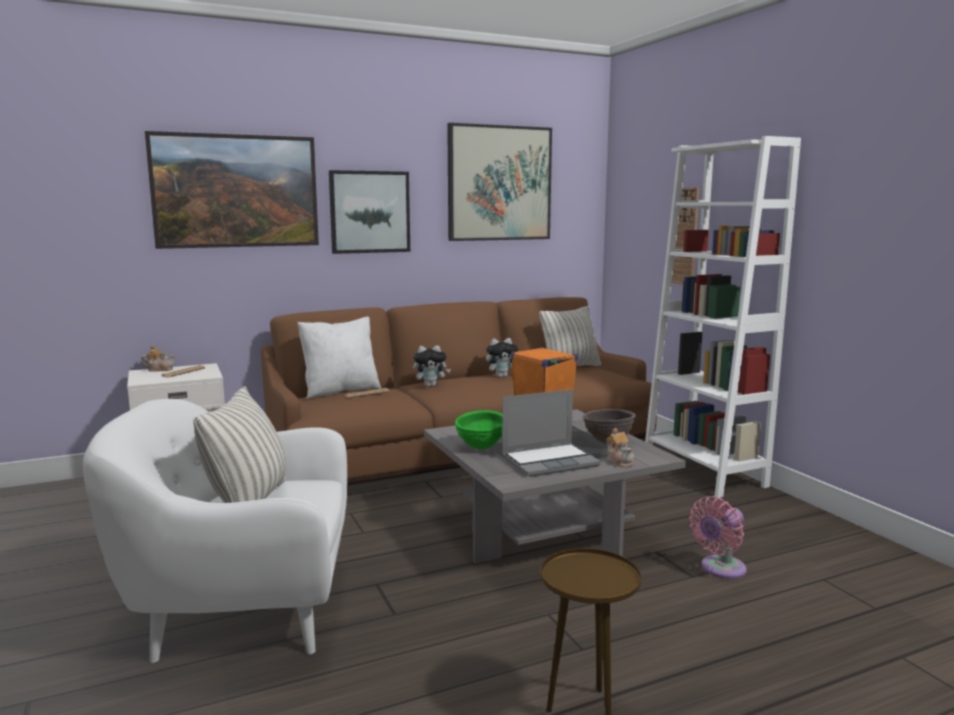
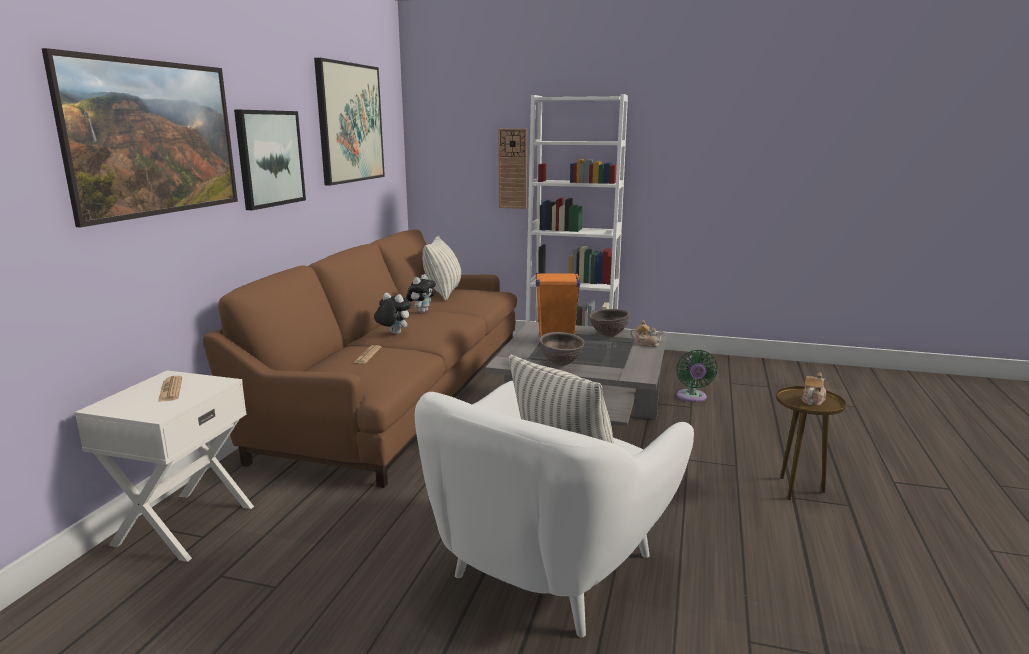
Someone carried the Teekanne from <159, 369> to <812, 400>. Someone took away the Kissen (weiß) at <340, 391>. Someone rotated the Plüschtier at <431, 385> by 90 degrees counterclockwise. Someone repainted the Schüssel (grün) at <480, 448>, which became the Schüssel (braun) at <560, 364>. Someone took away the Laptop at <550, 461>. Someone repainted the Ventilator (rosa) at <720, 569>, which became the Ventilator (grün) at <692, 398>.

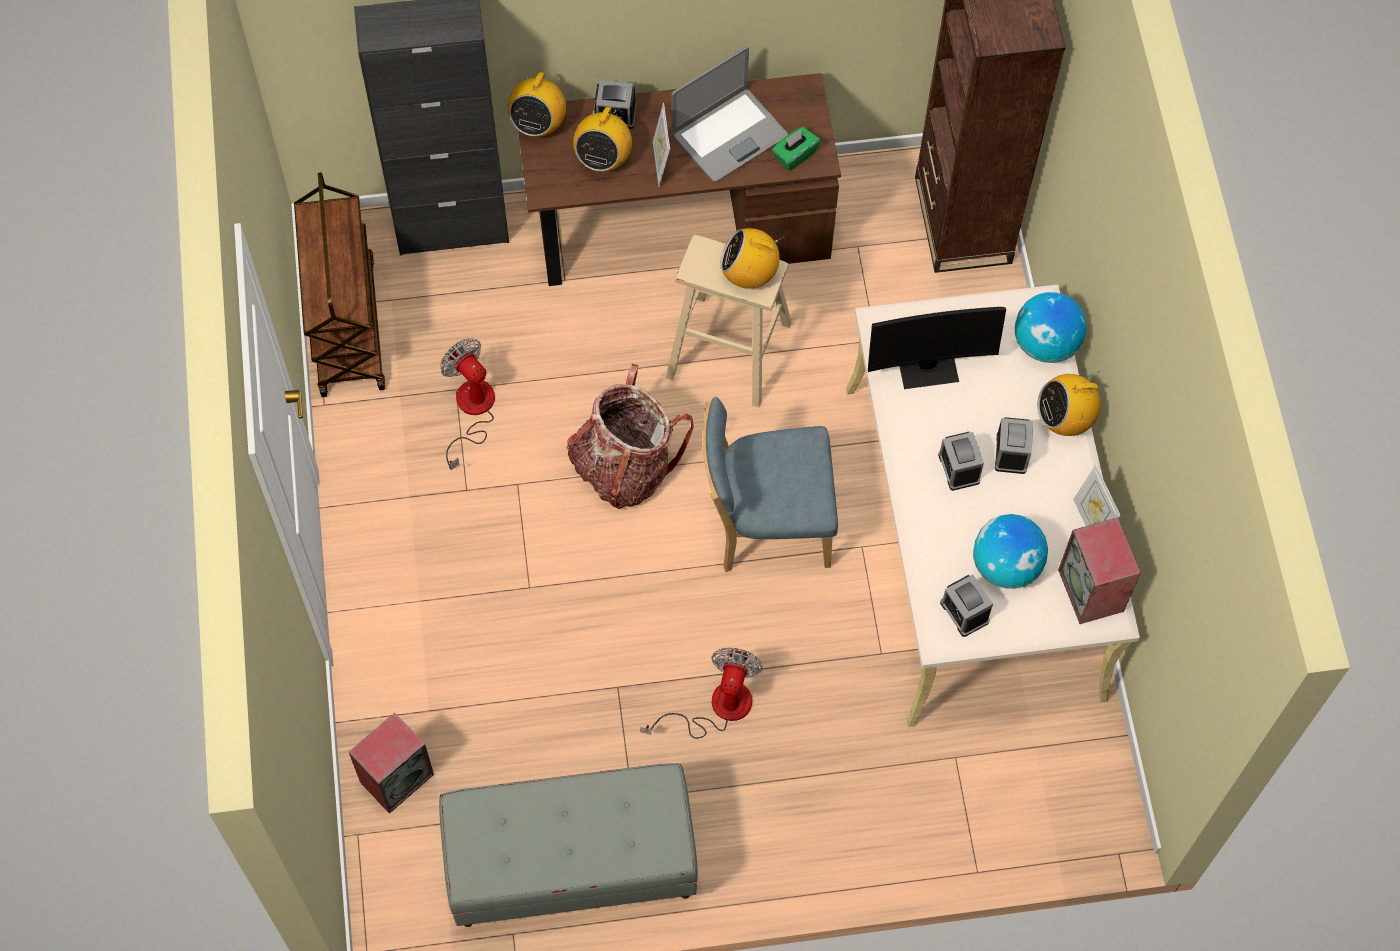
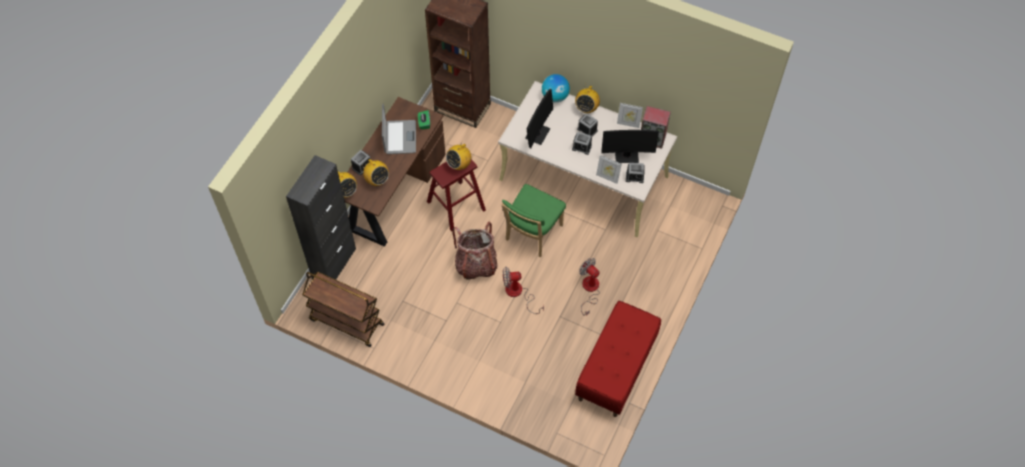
Someone took away the Lautsprecher at <397, 777>. Someone repainted the Bank (grau) at <571, 865>, which became the Bank (rot) at <616, 369>. Someone carried the Ventilator from <471, 411> to <518, 293>. Someone carried the Bilderrahmen from <661, 163> to <607, 177>. Someone repainted the Hocker (beige) at <728, 350>, which became the Hocker (rot) at <456, 206>. Someone repainted the Stuhl (blau) at <766, 524>, which became the Stuhl (grün) at <532, 234>. Someone swapped the Globus at <1006, 565> for the Monitor at <626, 155>.

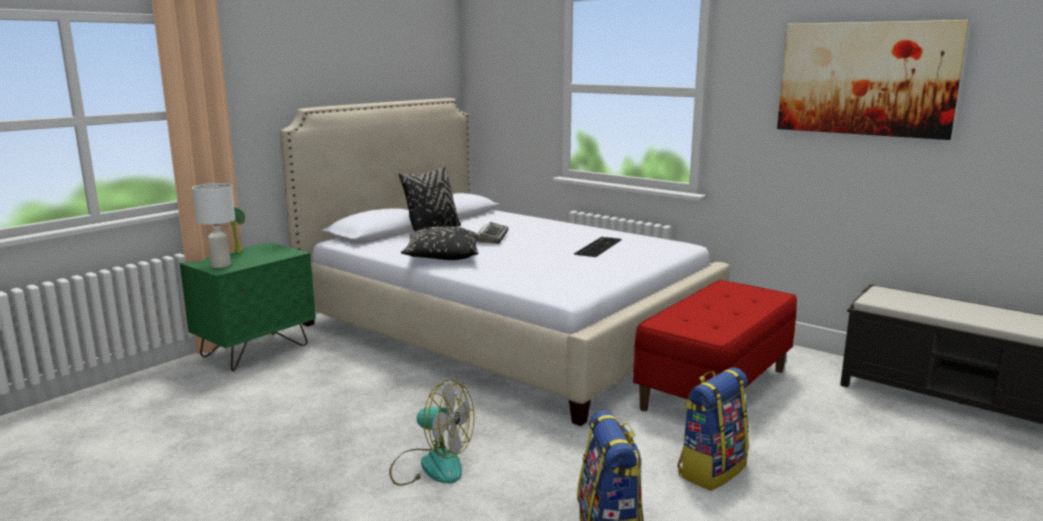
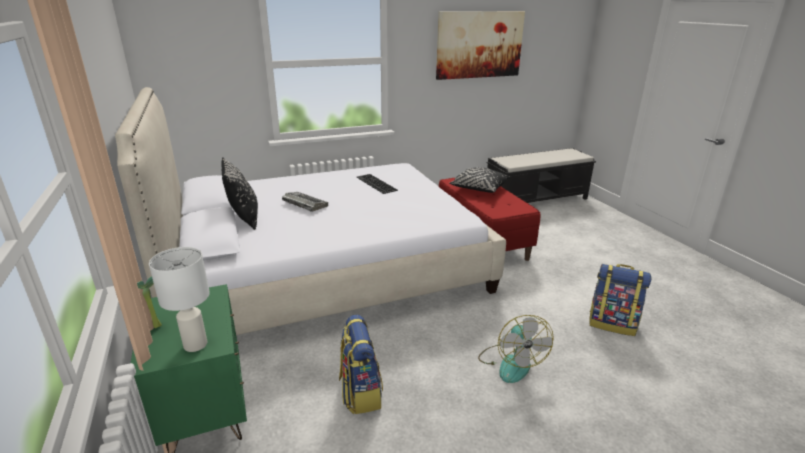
Someone rotated the Ventilator at <431, 465> by 120 degrees clockwise. Someone carried the Kissen (schwarz) from <442, 257> to <479, 189>. Someone carried the Rucksack from <711, 470> to <360, 392>.

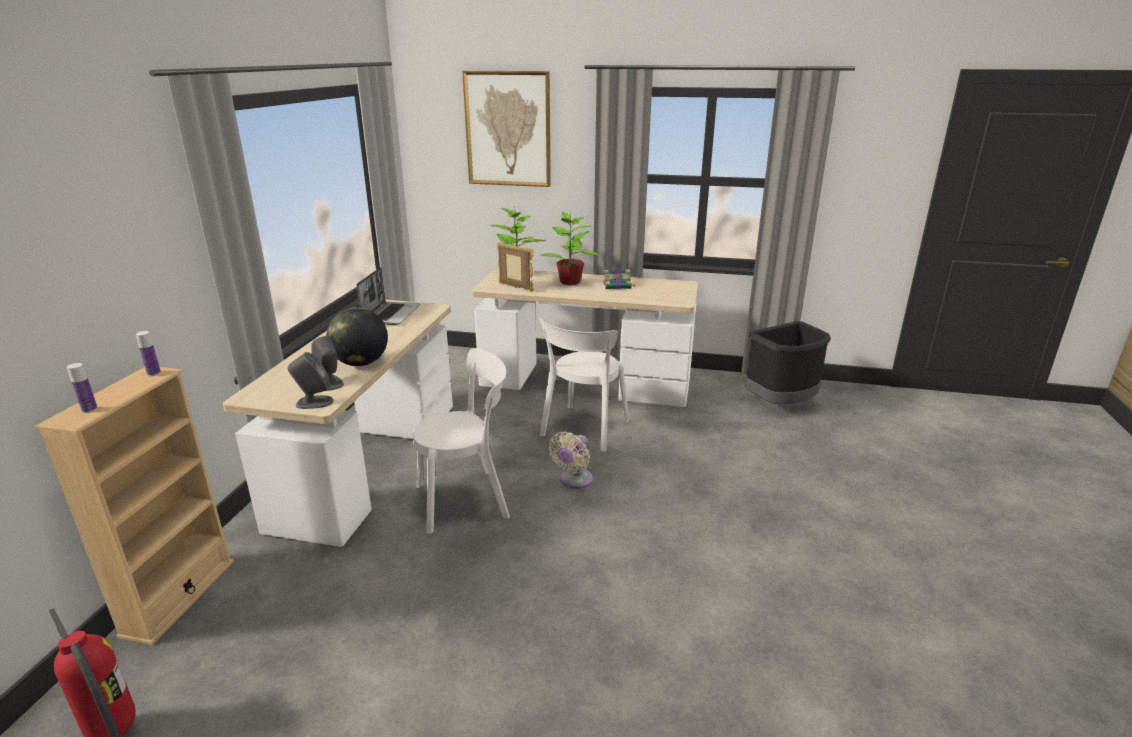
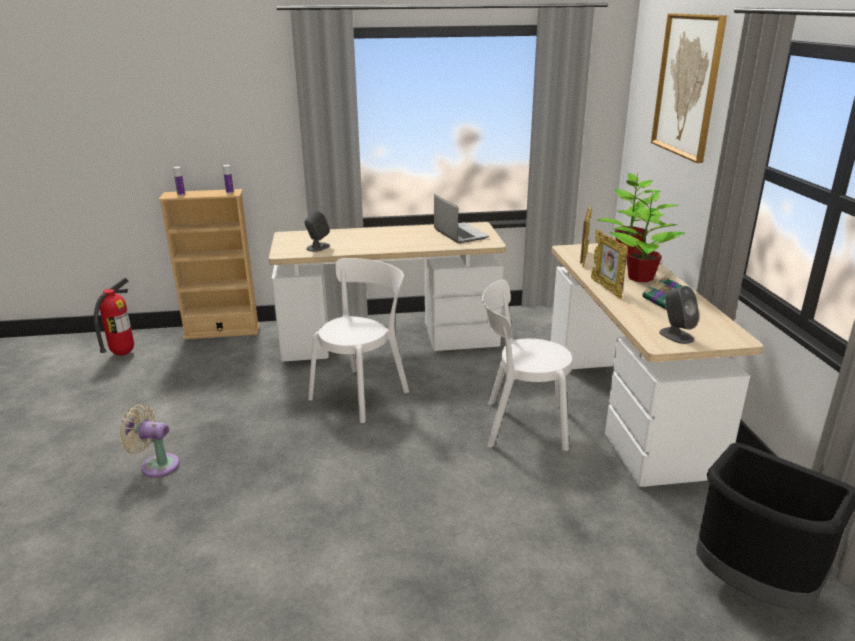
Someone carried the Lautsprecher (grau) from <314, 402> to <675, 335>. Someone took away the Globus at <361, 363>. Someone rotated the Laptop at <391, 314> by 105 degrees counterclockwise. Someone rotated the Stuhl (weiß) at <467, 499> by 105 degrees counterclockwise. Someone carried the Ventilator (beige) from <574, 481> to <156, 465>. Someone put down the Bilderrahmen at <606, 289>.

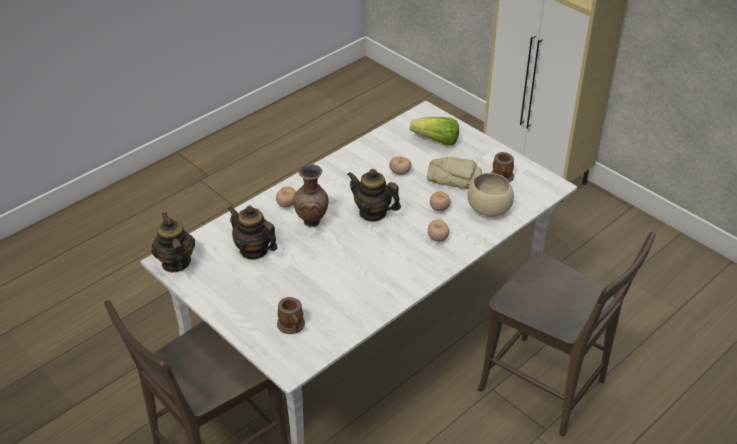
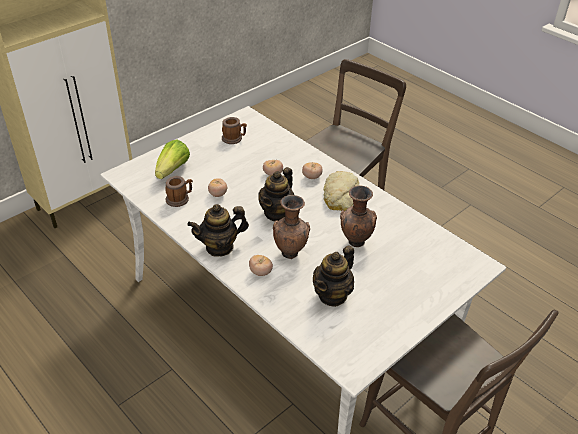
Someone carried the Teekanne from <176, 263> to <220, 247>. Someone carried the Henkelbecher from <292, 326> to <180, 199>. Someone carried the Brot from <454, 178> to <340, 196>. Someone took away the Schüssel (beige) at <489, 209>. Someone put down the Vase (braun) at <355, 243>.

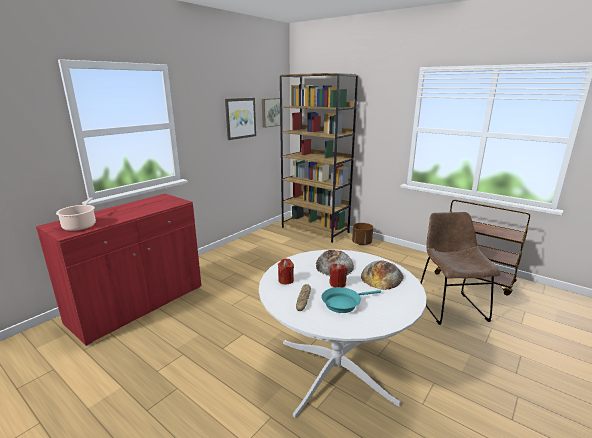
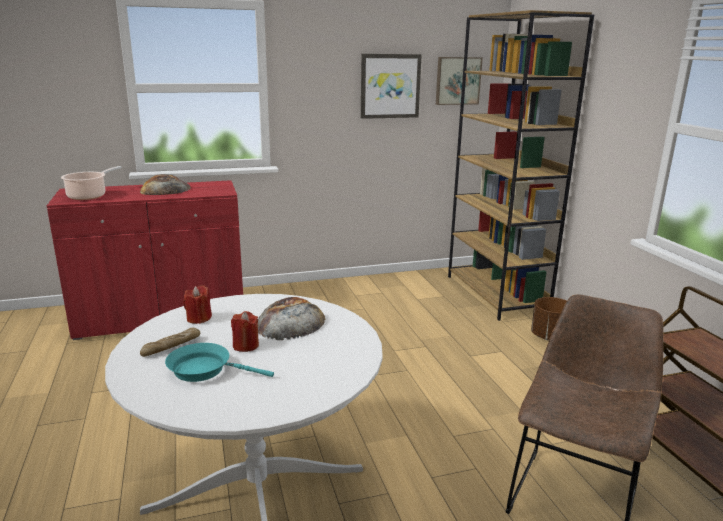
Someone carried the Brot from <382, 276> to <165, 189>.

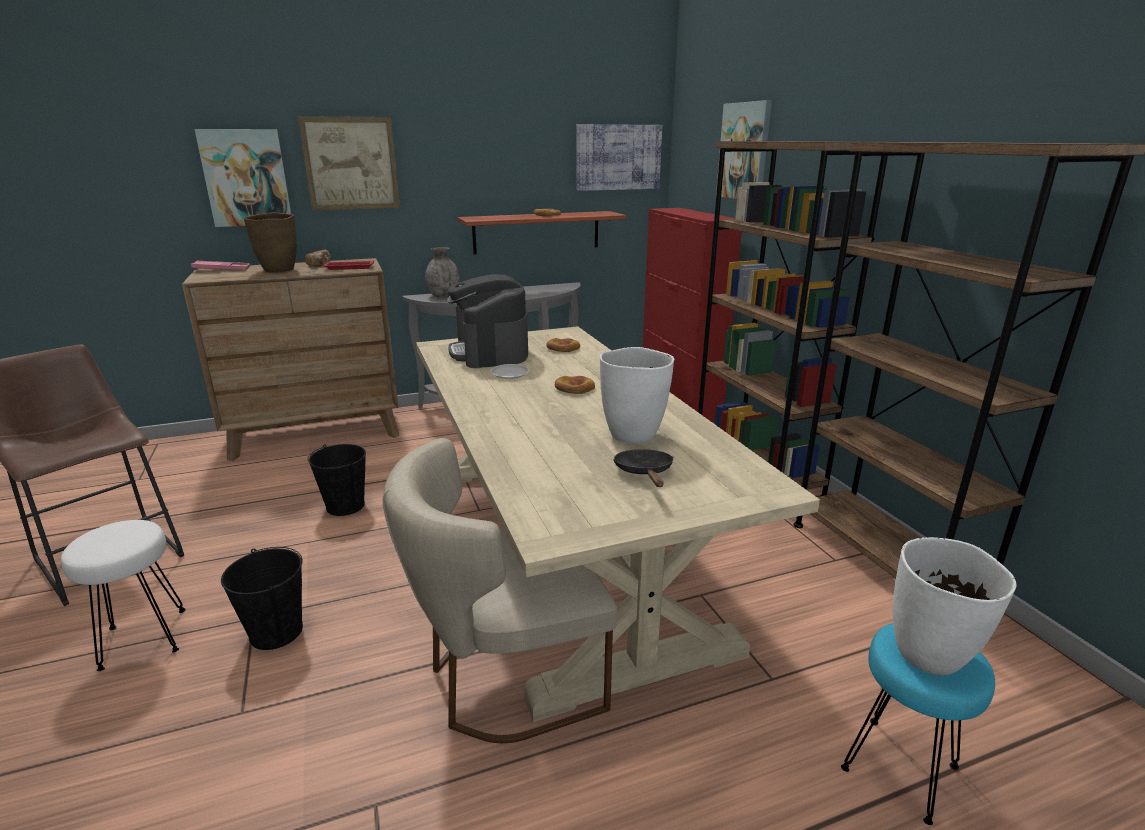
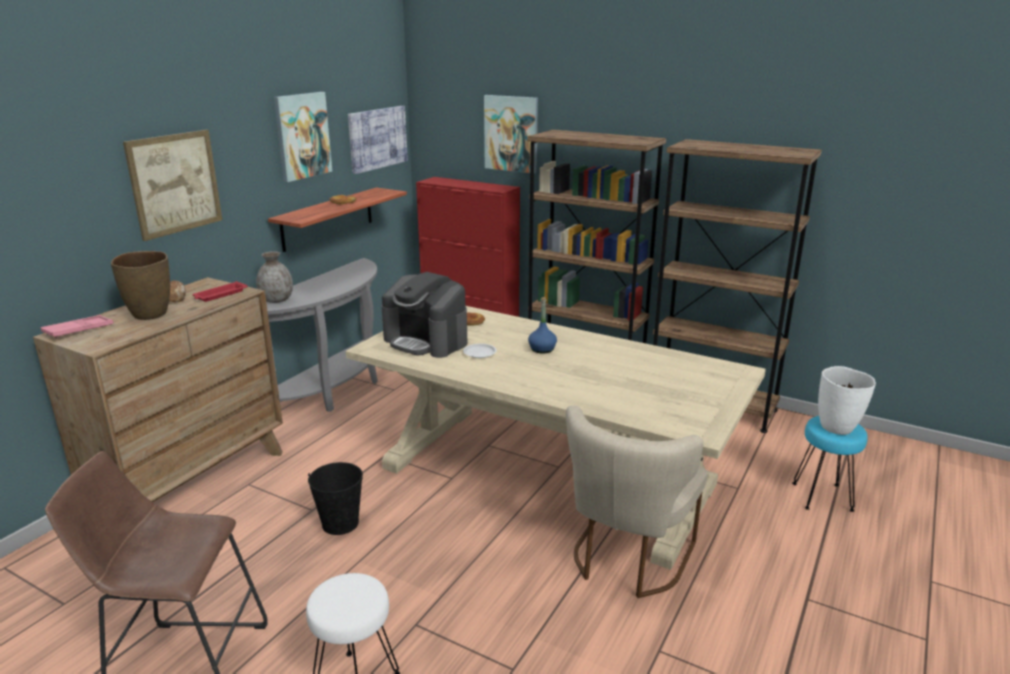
Someone carried the Bild from <246, 178> to <302, 136>. Someone took away the Eimer (schwarz) at <276, 632>. Someone swapped the Brot at <574, 388> for the Flasche (blau) at <542, 349>. Someone took away the Vase (weiß) at <632, 435>. Someone took away the Pfanne (schwarz) at <644, 473>.

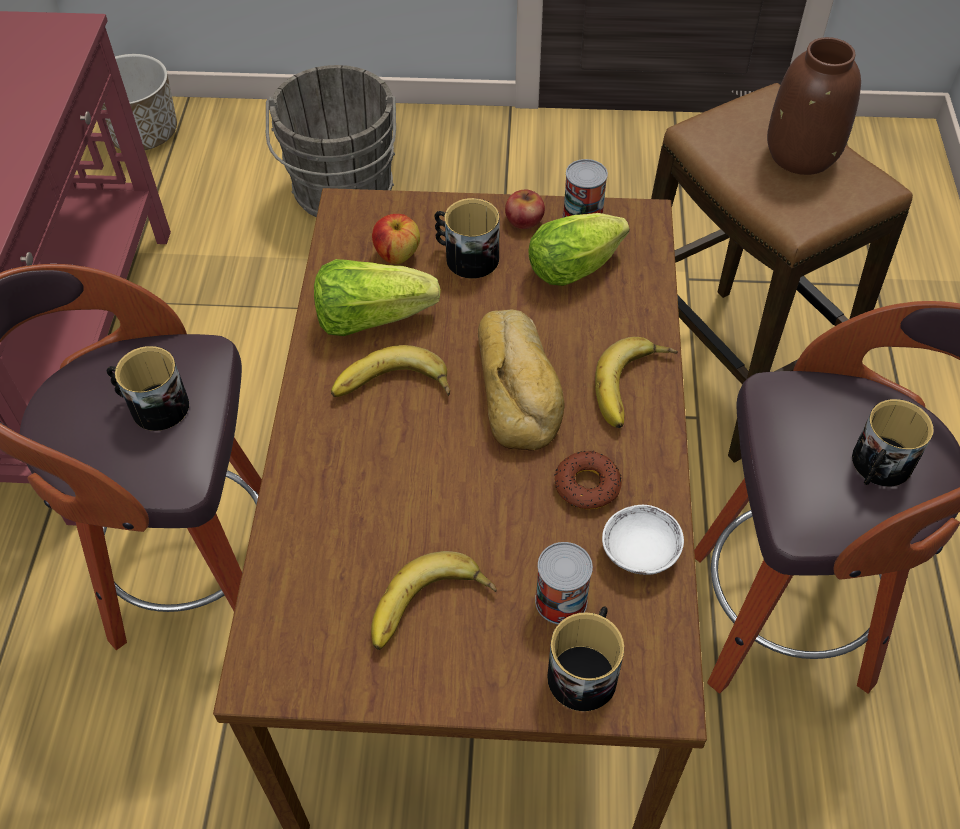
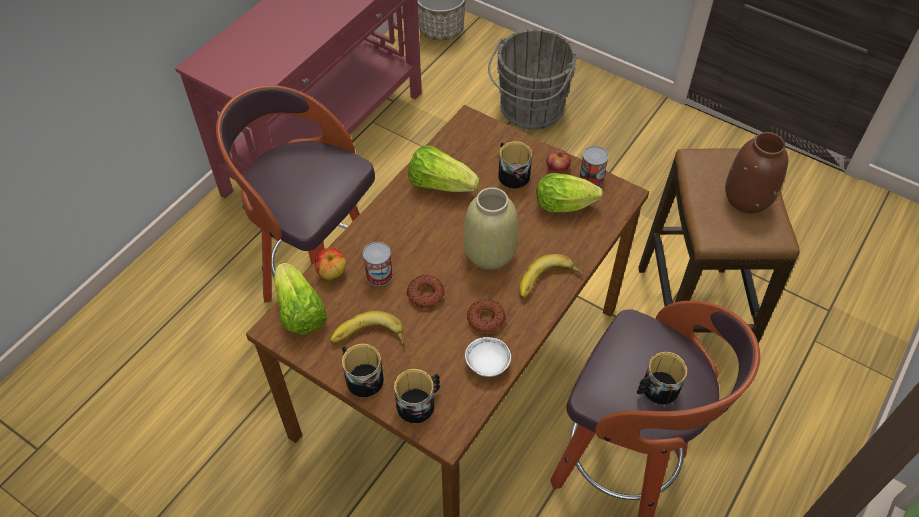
Someone carried the Henkelbecher from <153, 406> to <361, 377>. Someone took away the Banane at <392, 389>. Someone carried the Apfel from <397, 255> to <332, 272>. Someone swapped the Brot at <518, 386> for the Vase (beige) at <489, 253>. Someone carried the Dose from <561, 601> to <379, 275>. Someone put down the Salatkopf at <299, 312>. Someone put down the Donut at <425, 294>.

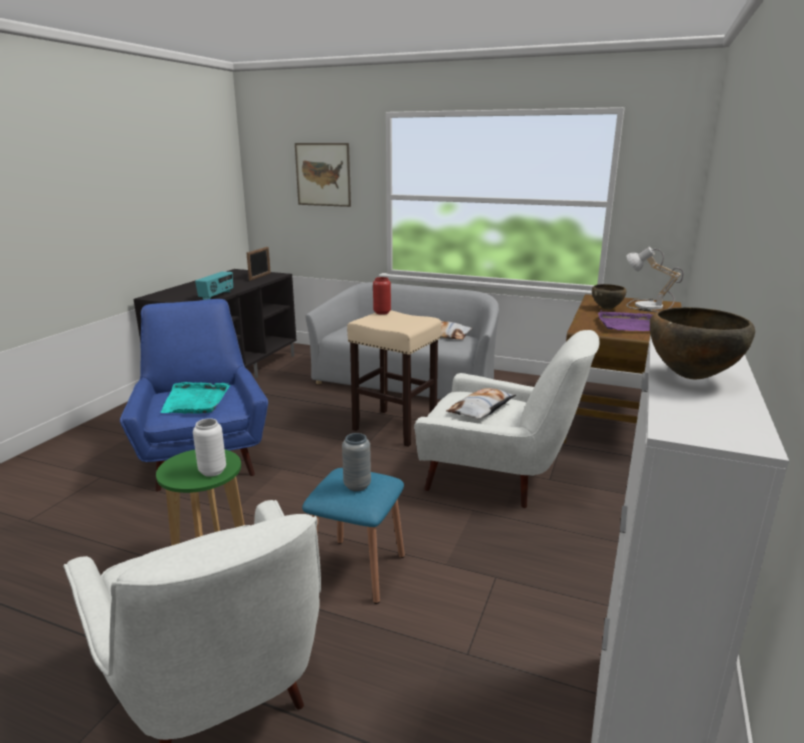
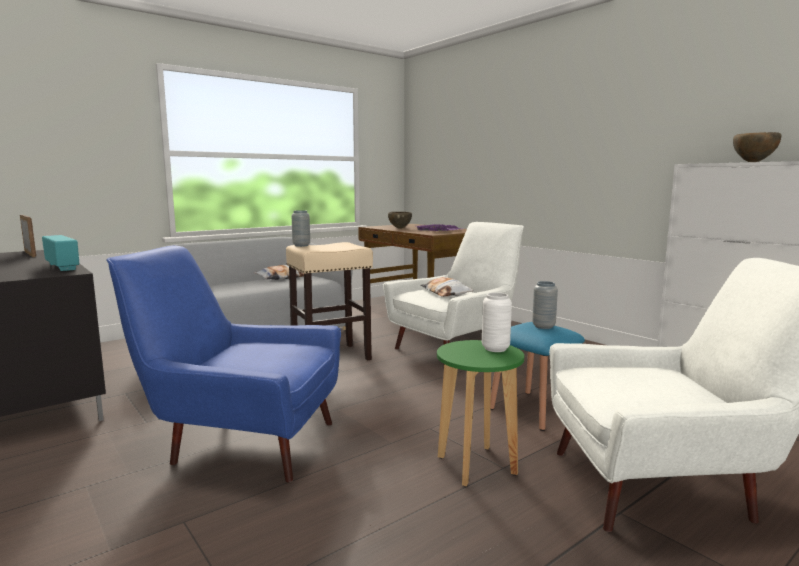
Someone took away the Tablett (türkis) at <195, 401>. Someone took away the Bild at <323, 174>. Someone repainted the Vase (rot) at <382, 312>, which became the Vase (grau) at <301, 245>. Someone took away the Tischlampe at <646, 306>.

